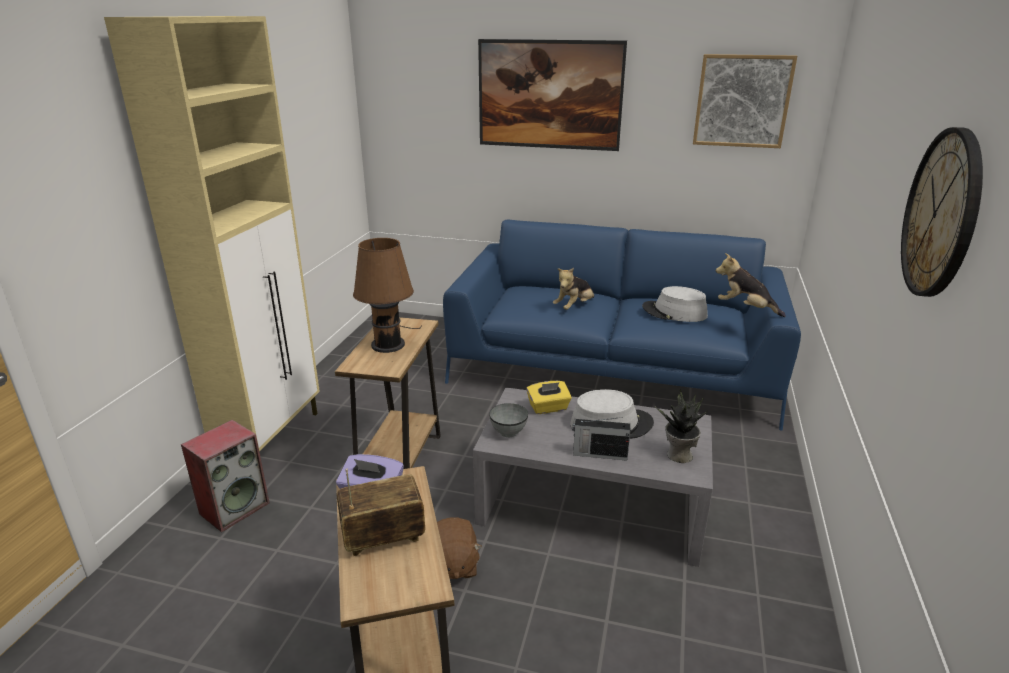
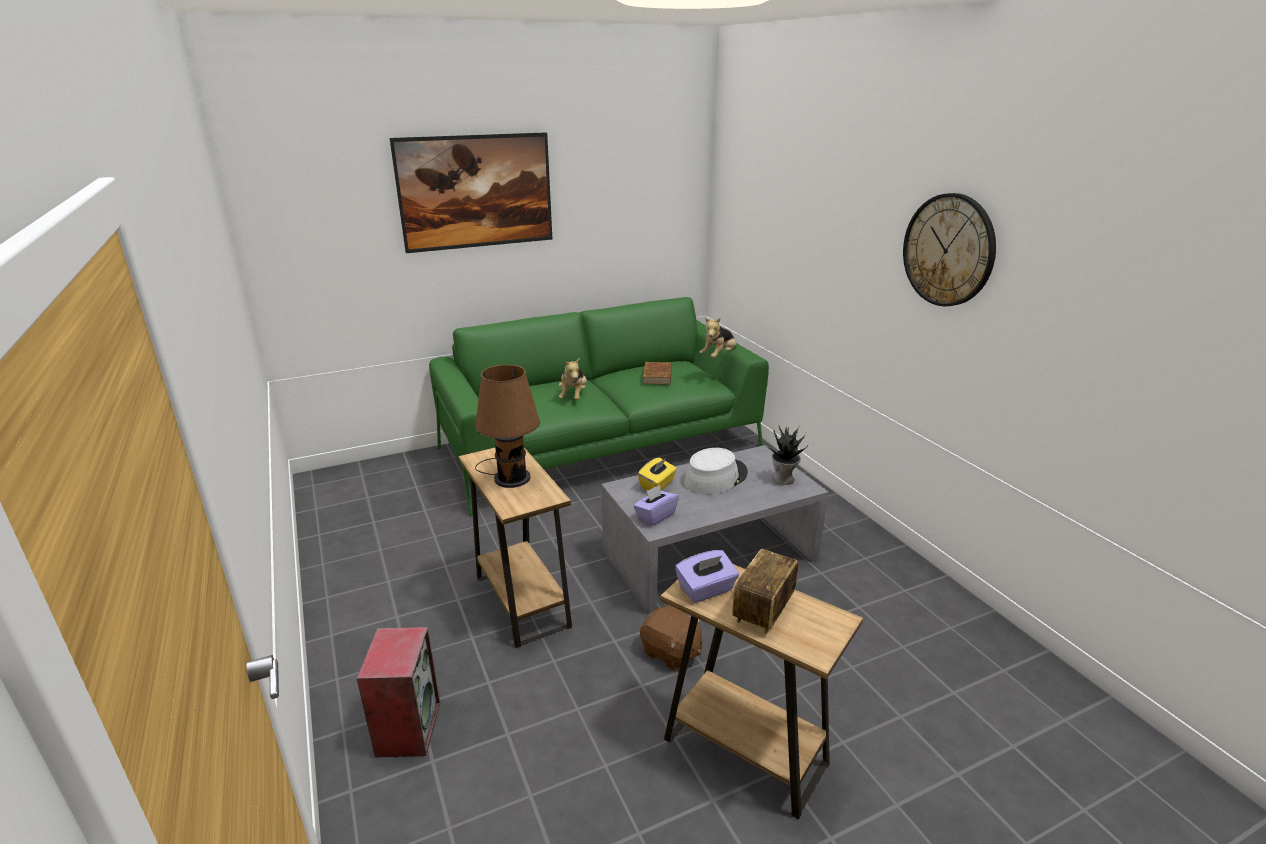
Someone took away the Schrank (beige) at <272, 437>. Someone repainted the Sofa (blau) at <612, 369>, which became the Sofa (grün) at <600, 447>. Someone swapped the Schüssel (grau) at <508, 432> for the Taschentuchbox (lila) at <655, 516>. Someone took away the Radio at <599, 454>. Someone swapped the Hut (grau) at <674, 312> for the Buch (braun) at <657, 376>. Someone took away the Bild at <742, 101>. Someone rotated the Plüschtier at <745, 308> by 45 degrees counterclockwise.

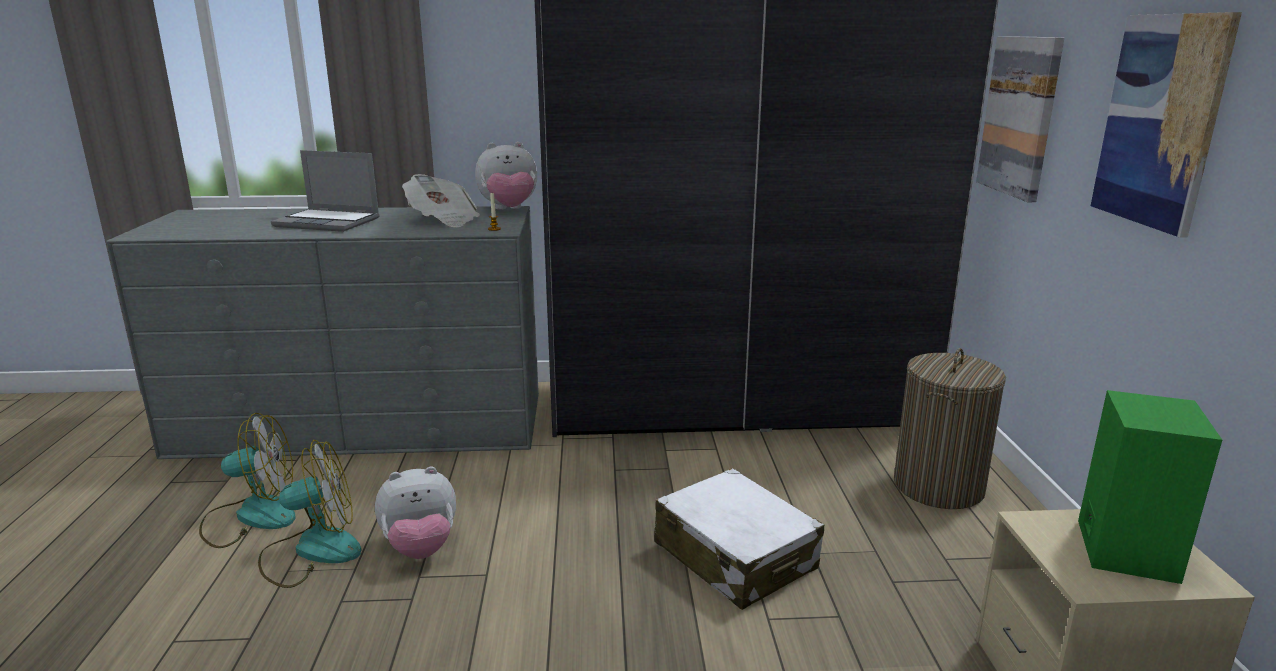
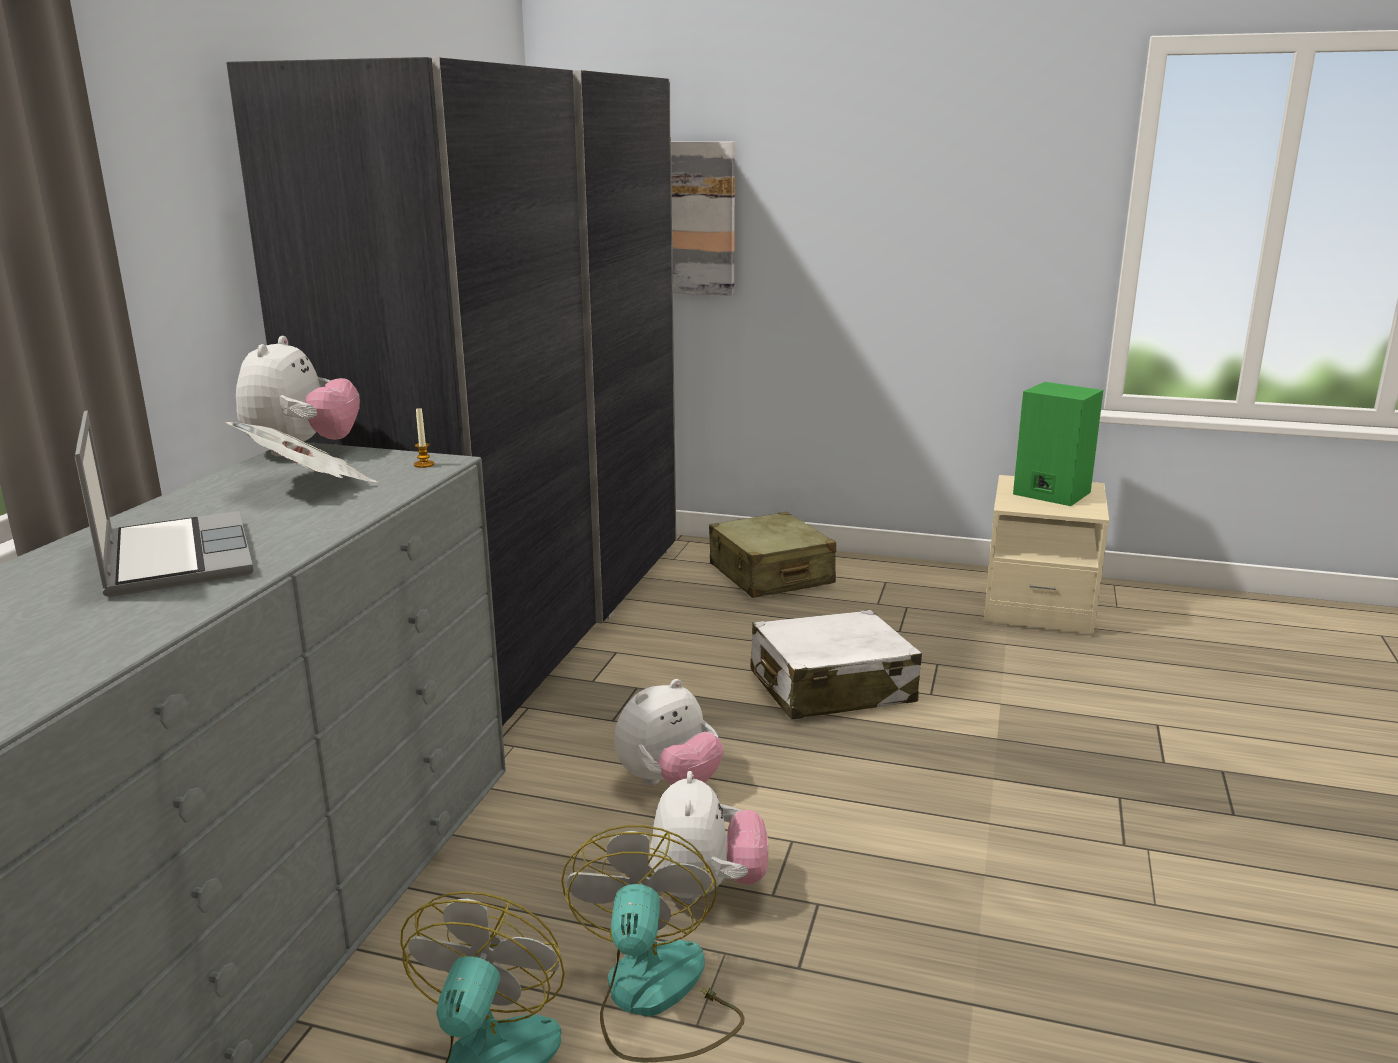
Someone rotated the Laptop at <329, 222> by 60 degrees counterclockwise. Someone swapped the Wäschekorb at <938, 486> for the Koffer (beige) at <770, 575>. Someone took away the Bild at <1160, 121>. Someone put down the Plüschtier at <669, 783>.

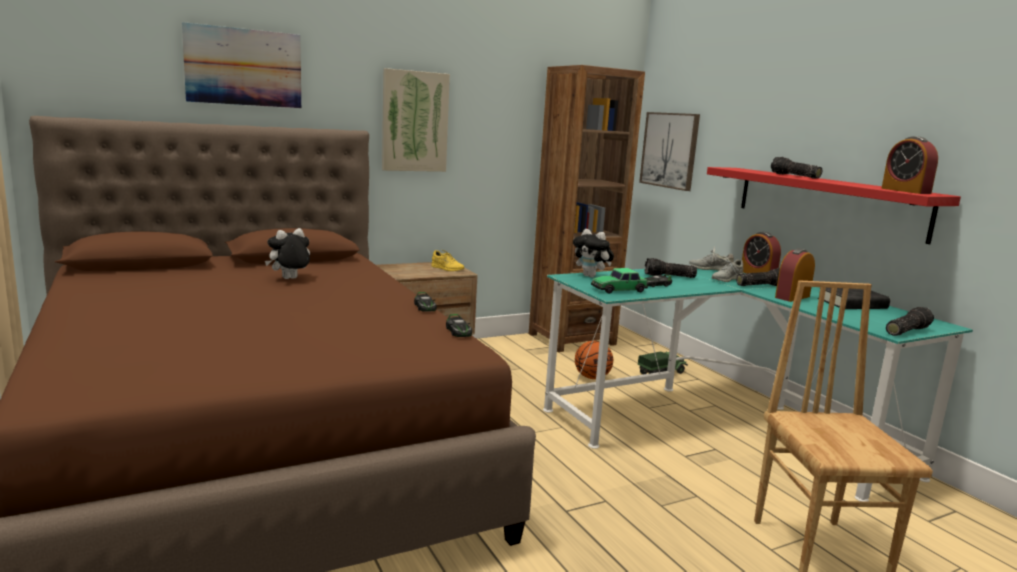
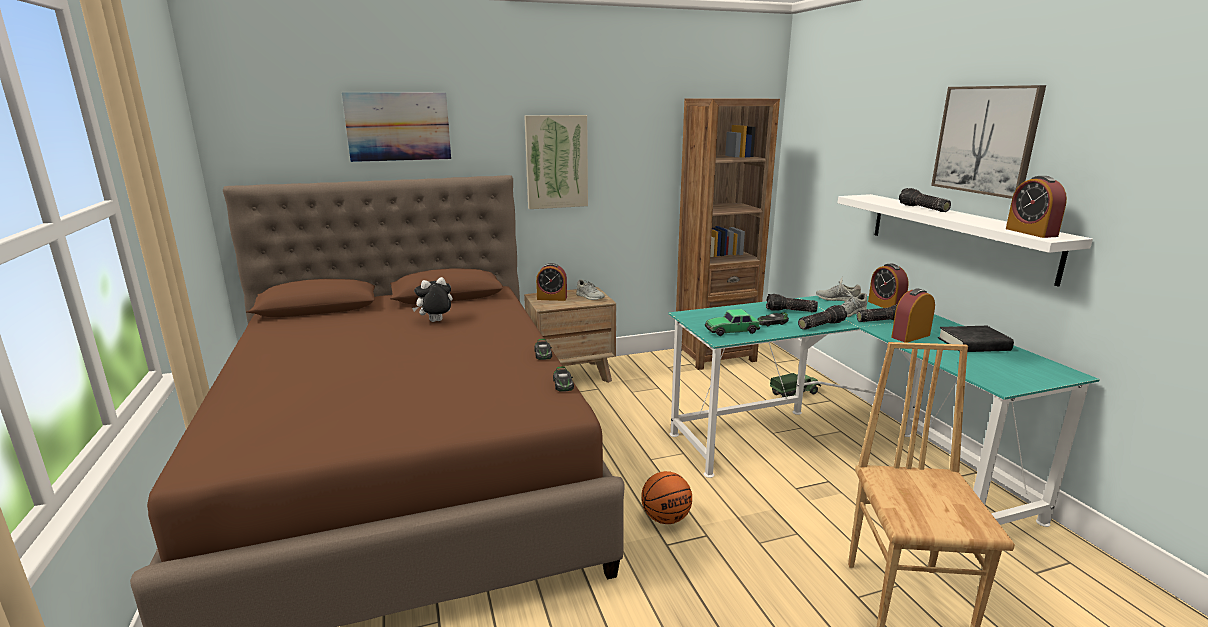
Someone repainted the Schuh (gelb) at <447, 268>, which became the Schuh (grau) at <590, 297>. Someone took away the Plüschtier at <591, 276>. Someone carried the Basketball from <592, 377> to <665, 518>. Someone carried the Bild from <670, 150> to <986, 140>. Someone repainted the Wandregal (rot) at <827, 201>, which became the Wandregal (weiß) at <957, 234>. Someone carried the Taschenlampe from <905, 331> to <820, 325>. Someone put down the Wecker at <552, 298>.

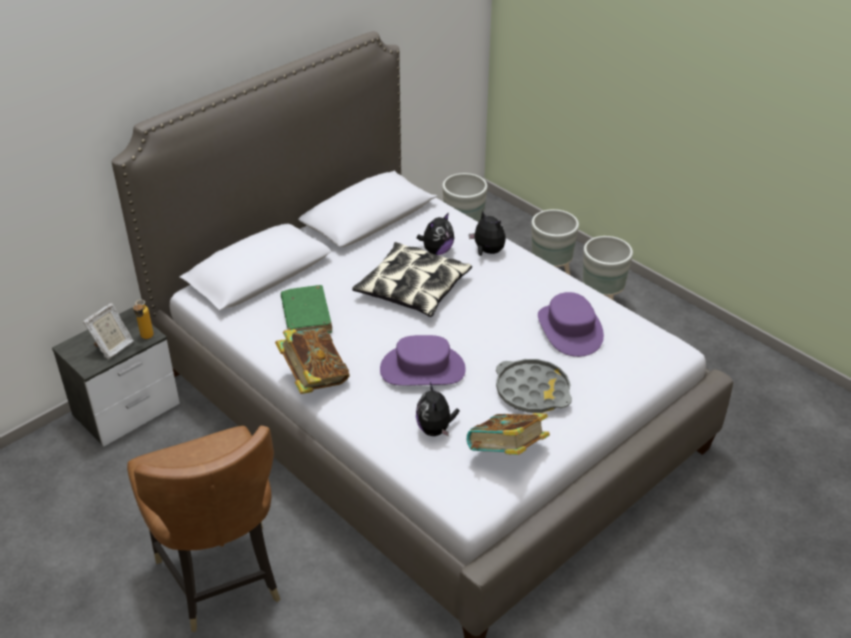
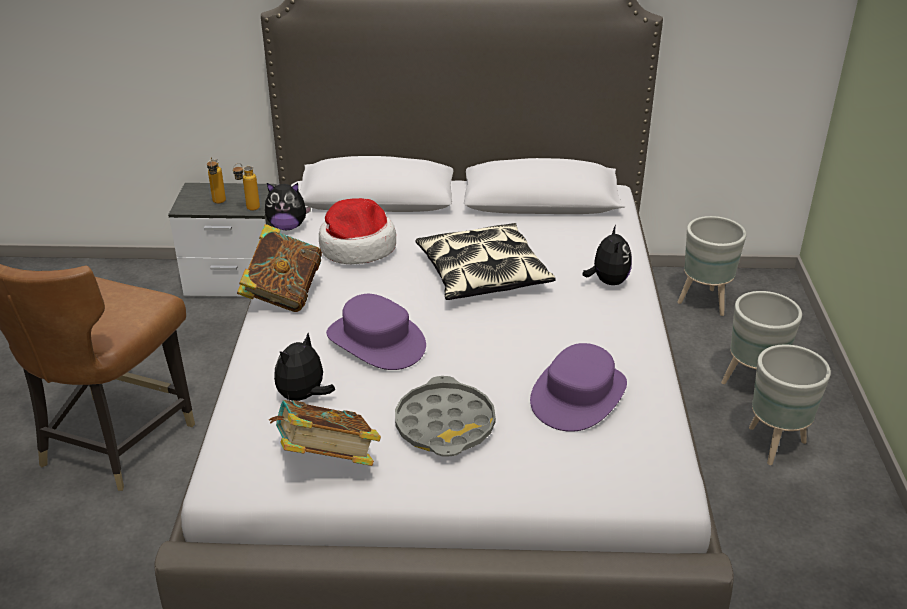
Someone swapped the Bilderrahmen at <112, 347> for the Flasche at <218, 203>. Someone swapped the Buch (grün) at <306, 317> for the Hut at <356, 247>. Someone carried the Plüschtier from <437, 251> to <288, 226>.

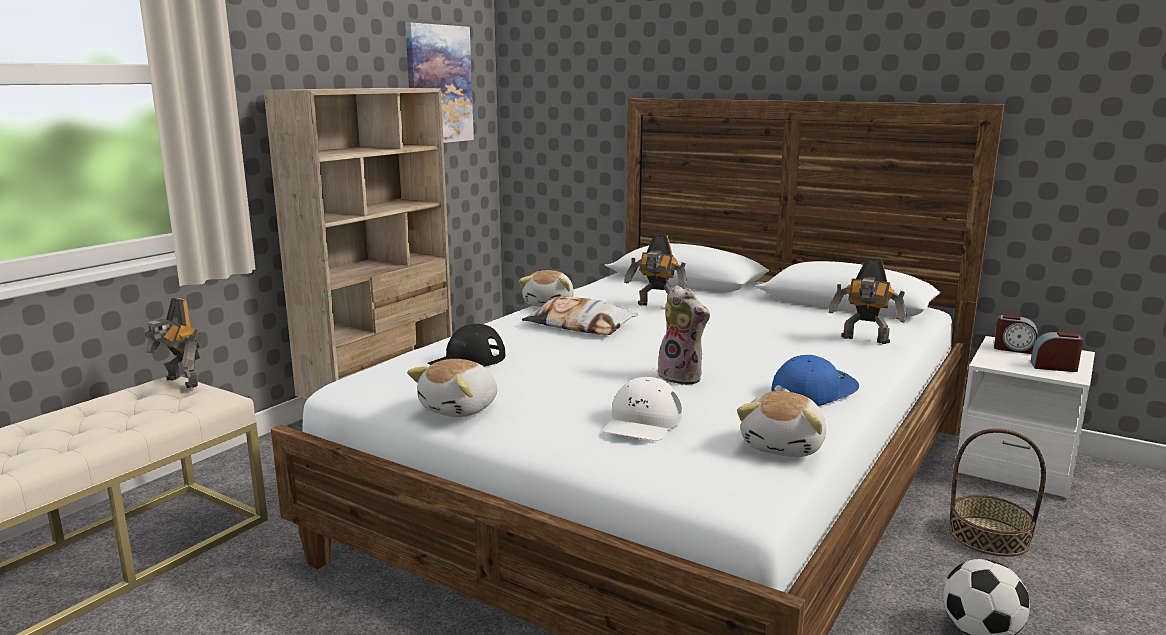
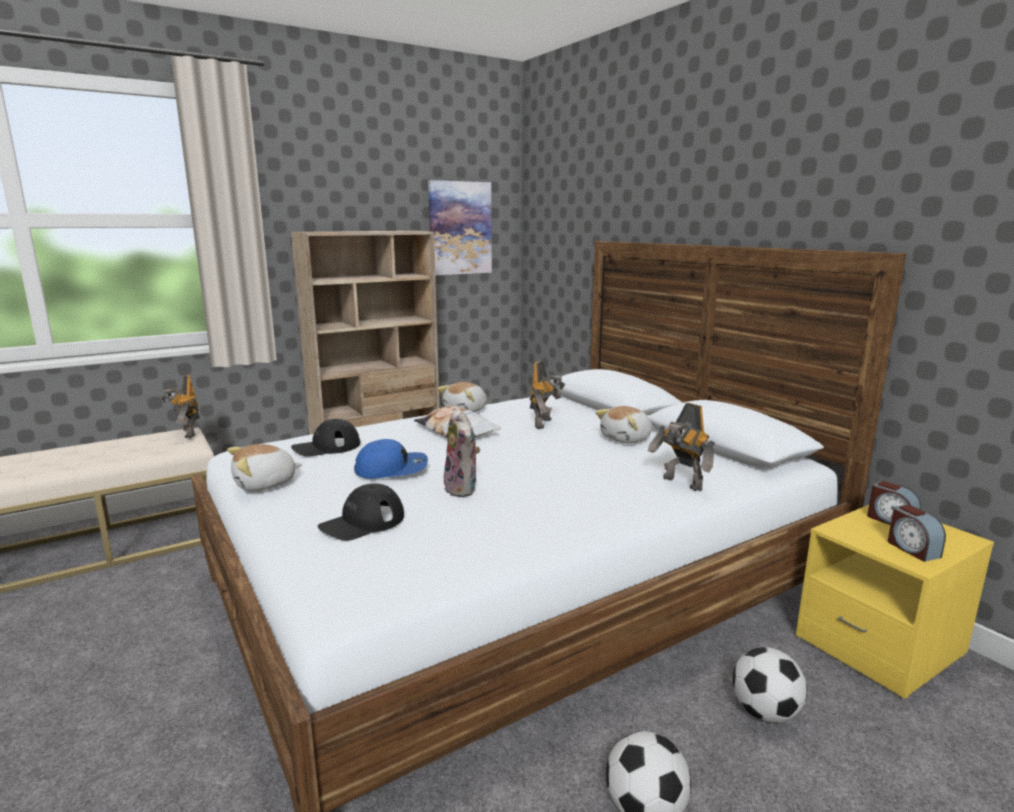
Someone repainted the Kappe (weiß) at <642, 422>, which became the Kappe (schwarz) at <362, 522>. Someone rotated the Spielzeugroboter at <656, 306> by 120 degrees counterclockwise. Someone carried the Plüschtier from <784, 446> to <627, 439>. Someone carried the Kappe (blau) from <813, 391> to <391, 469>. Someone swapped the Korb at <989, 536> for the Fußball at <765, 712>. Someone repainted the Nachttisch (weiß) at <1016, 465>, which became the Nachttisch (gelb) at <879, 645>. Someone rotated the Wecker at <1054, 367> by 150 degrees counterclockwise.

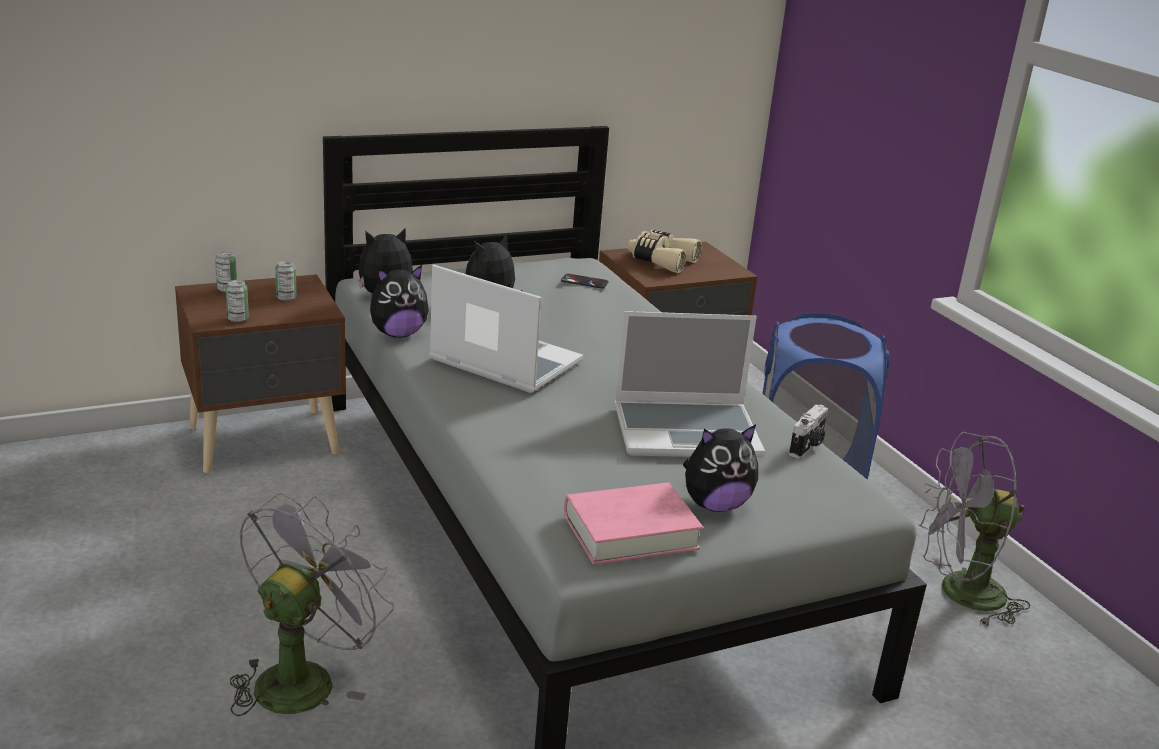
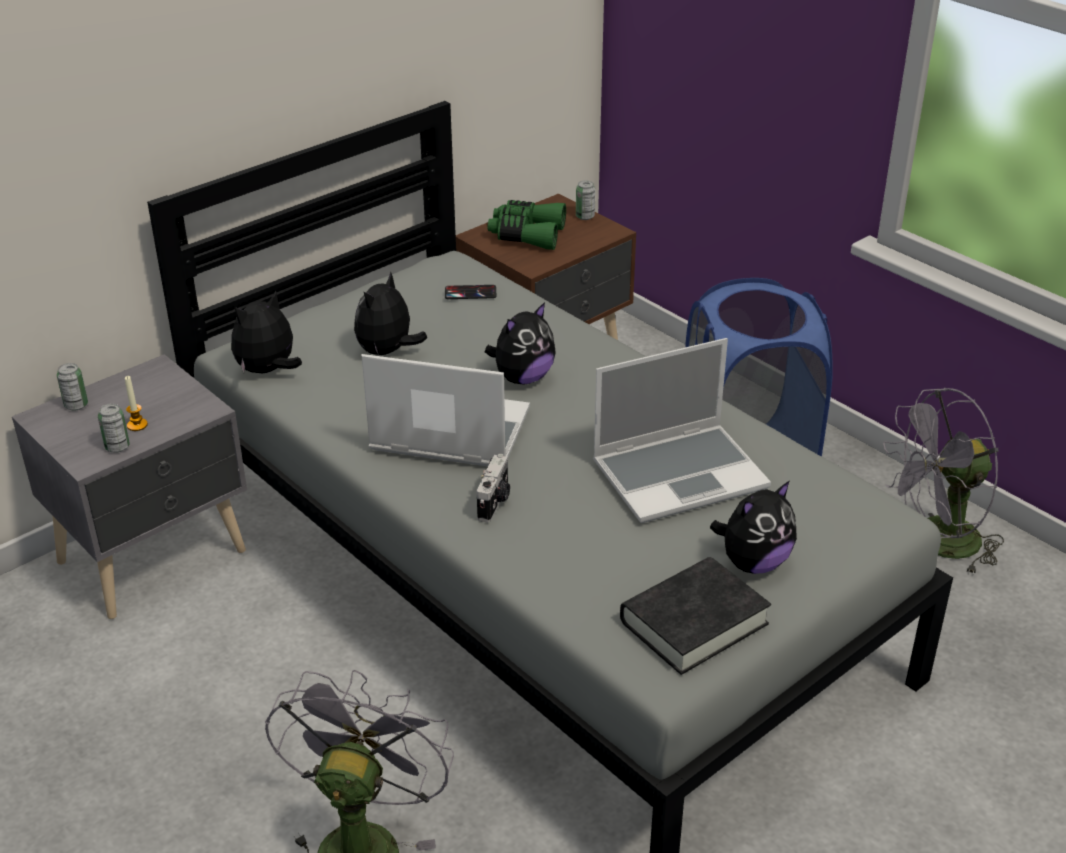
Someone repainted the Nachttisch (braun) at <266, 442>, which became the Nachttisch (grau) at <156, 557>. Someone carried the Dose from <286, 298> to <585, 216>. Someone carried the Plüschtier from <398, 334> to <522, 378>. Someone repainted the Buch (rosa) at <630, 532>, which became the Buch (schwarz) at <693, 622>. Someone repainted the Fernglas (beige) at <660, 260>, which became the Fernglas (grün) at <526, 235>. Someone carried the Kamera from <807, 447> to <495, 502>. Someone put down the Kerze at <137, 425>.

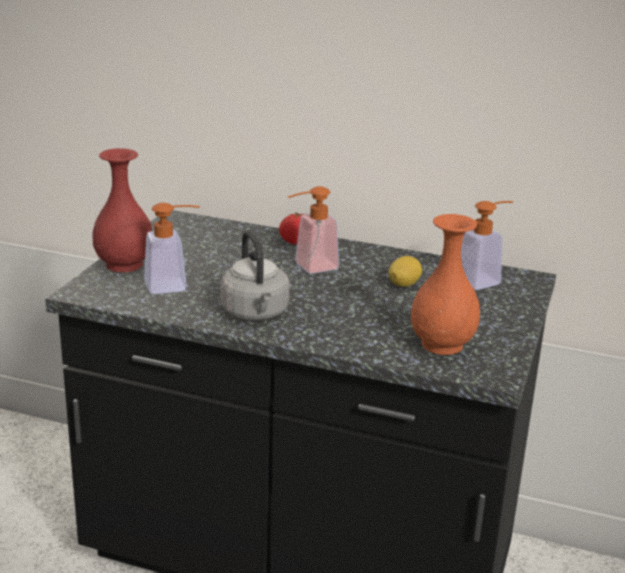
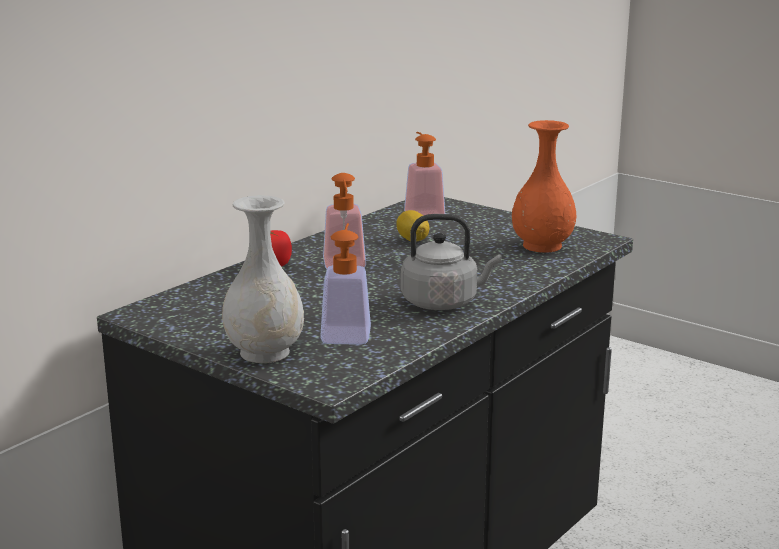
Someone repainted the Vase (rot) at <124, 265>, which became the Vase (weiß) at <266, 352>.

